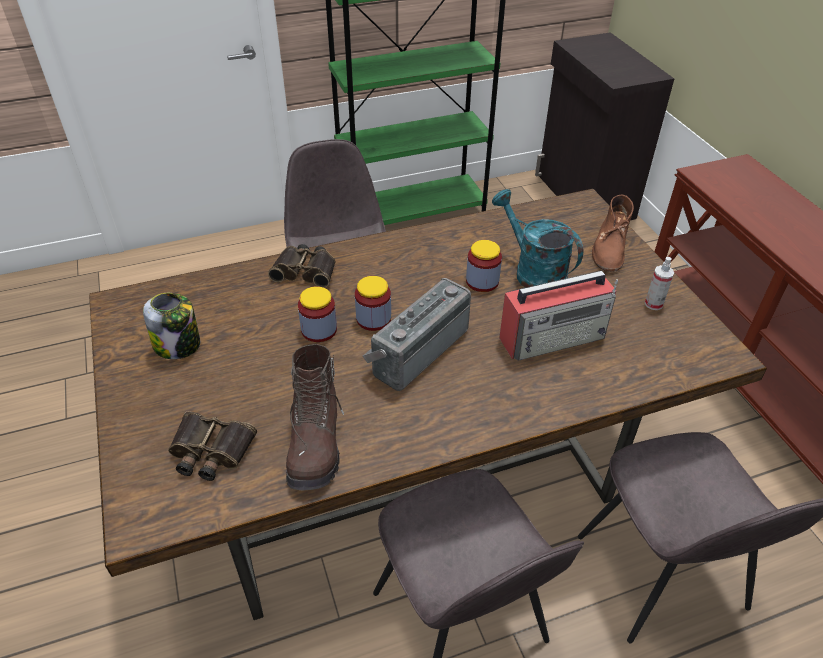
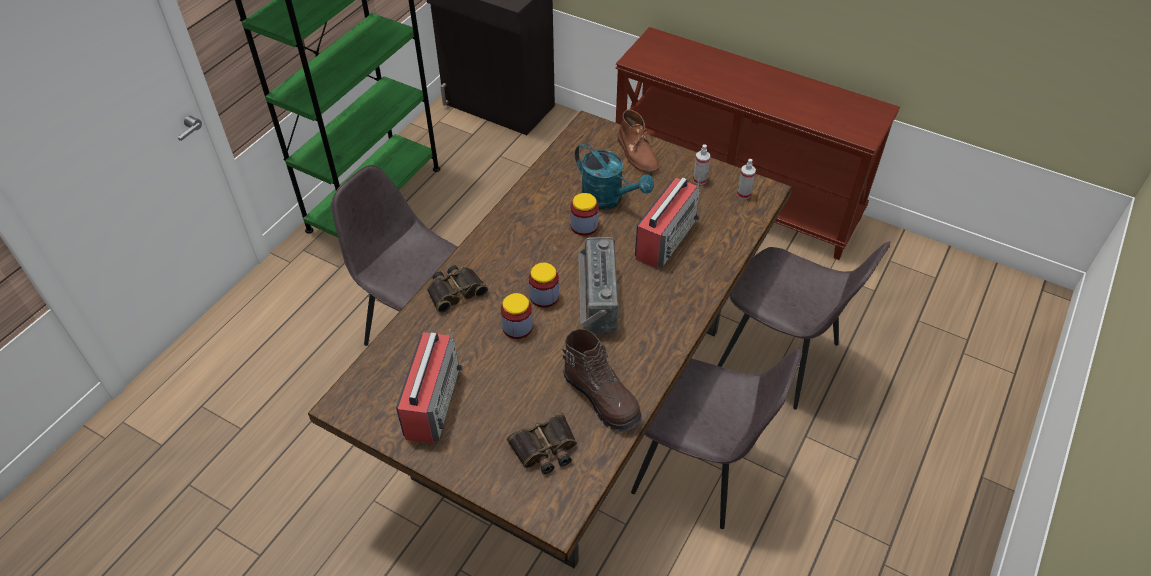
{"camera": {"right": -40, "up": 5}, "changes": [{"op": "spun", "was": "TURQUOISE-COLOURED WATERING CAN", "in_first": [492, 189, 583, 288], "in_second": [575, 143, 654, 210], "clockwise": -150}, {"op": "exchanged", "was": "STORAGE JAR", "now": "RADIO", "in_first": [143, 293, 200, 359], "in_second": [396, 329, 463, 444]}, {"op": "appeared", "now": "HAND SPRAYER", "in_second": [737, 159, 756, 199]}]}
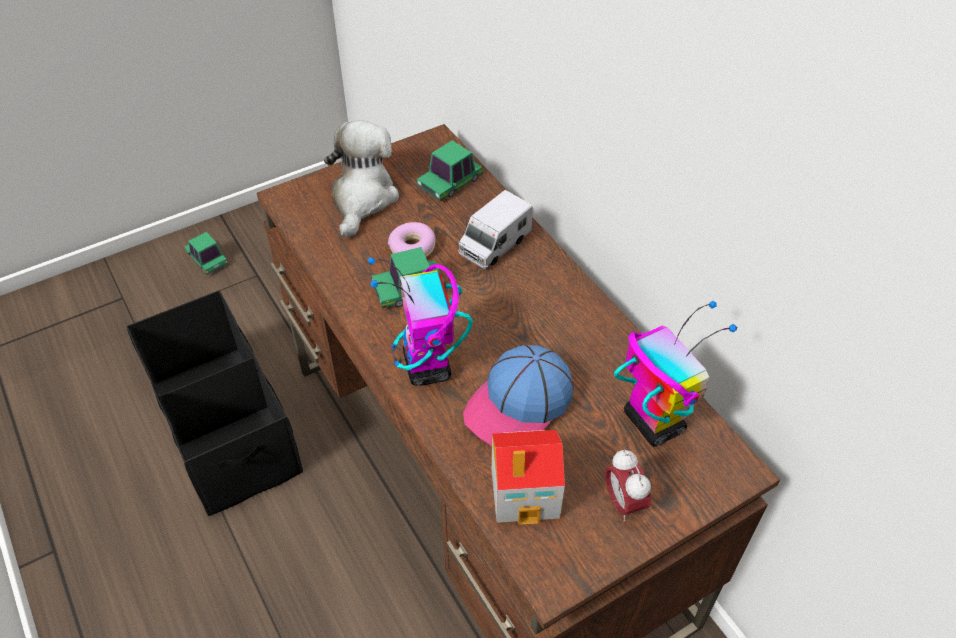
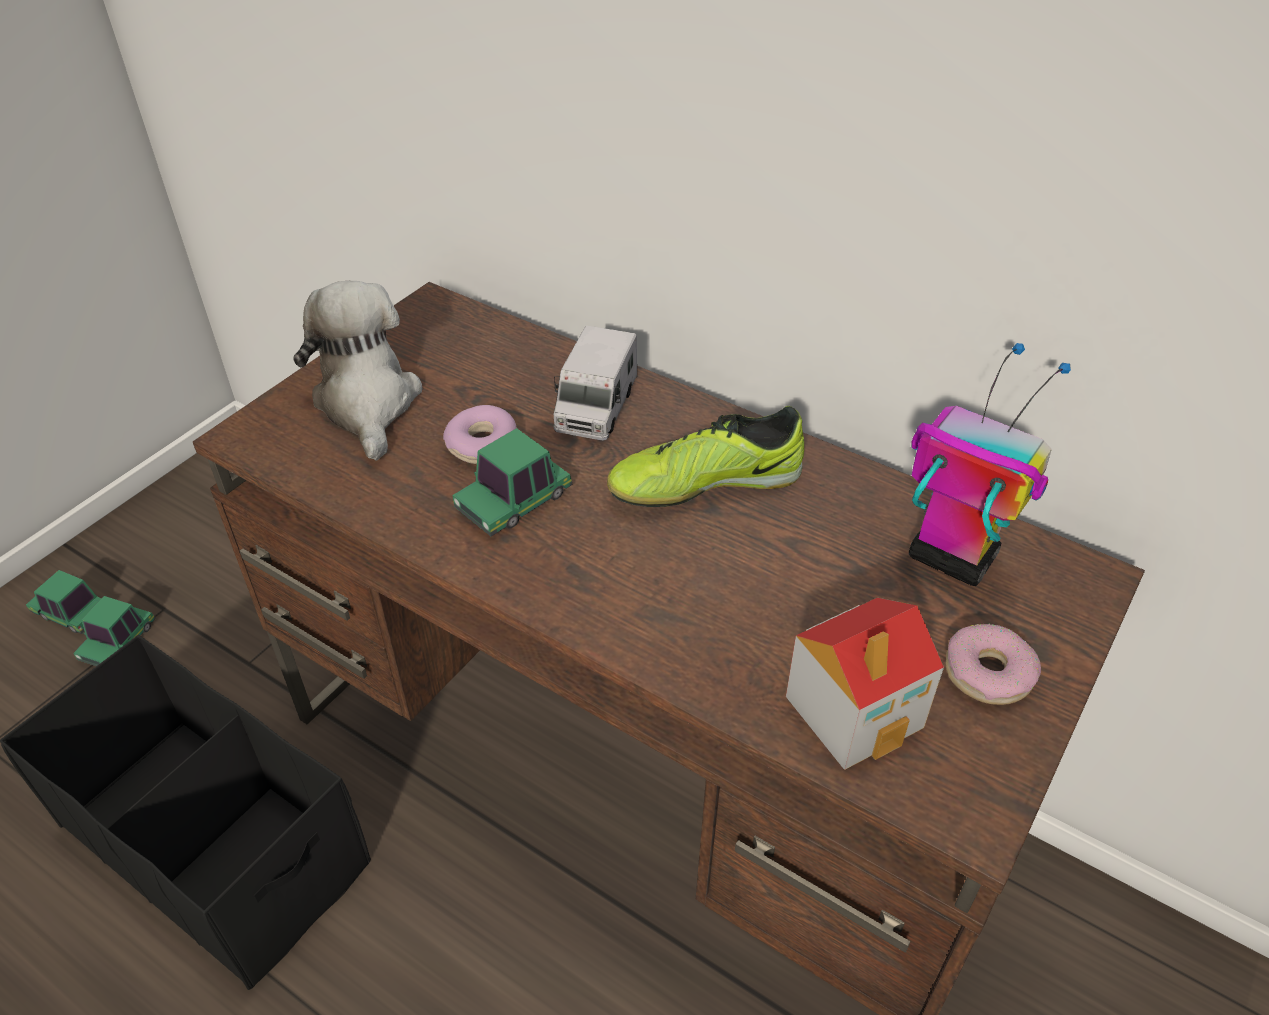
{"camera": {"right": -25, "up": -5}, "changes": [{"op": "relocated", "was": "MODEL CAR", "in_first": [417, 140, 483, 201], "in_second": [73, 596, 156, 666]}, {"op": "missing", "was": "TOY ROBOT", "in_first": [368, 257, 473, 386]}, {"op": "missing", "was": "BASEBALL CAP", "in_first": [463, 345, 574, 446]}, {"op": "exchanged", "was": "TABLE CLOCK", "now": "DOUGHNUT", "in_first": [605, 449, 651, 521], "in_second": [946, 624, 1041, 705]}, {"op": "appeared", "now": "LOW SHOE", "in_second": [607, 406, 804, 507]}]}
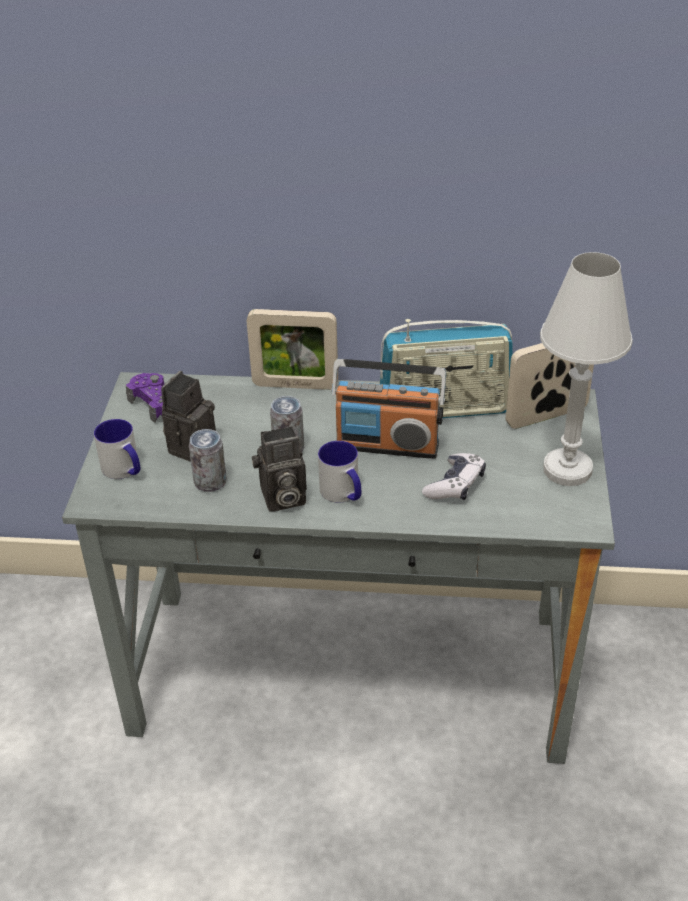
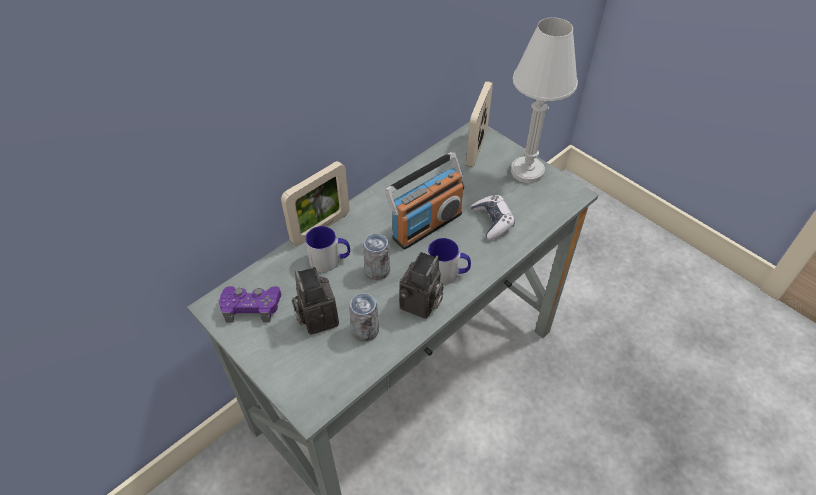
{"camera": {"right": -50, "up": 10}, "changes": [{"op": "missing", "was": "RADIO", "in_first": [379, 319, 513, 418]}, {"op": "relocated", "was": "MUG", "in_first": [94, 419, 140, 479], "in_second": [305, 226, 350, 272]}]}
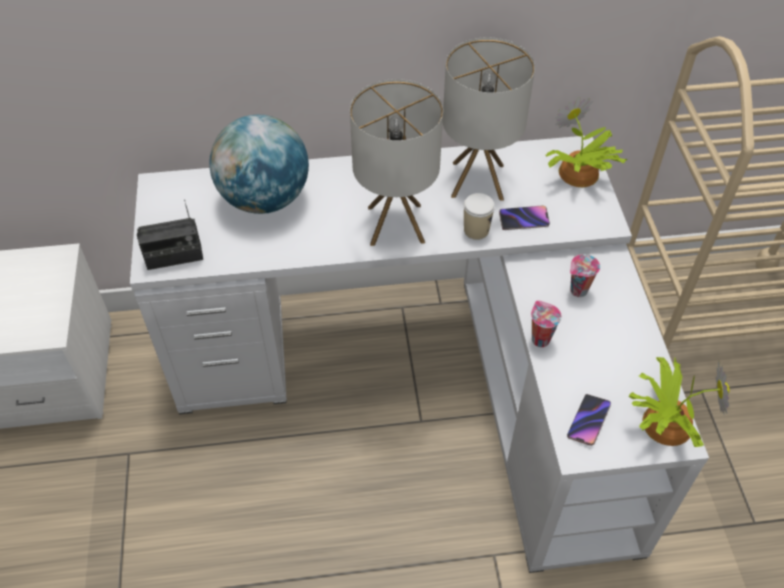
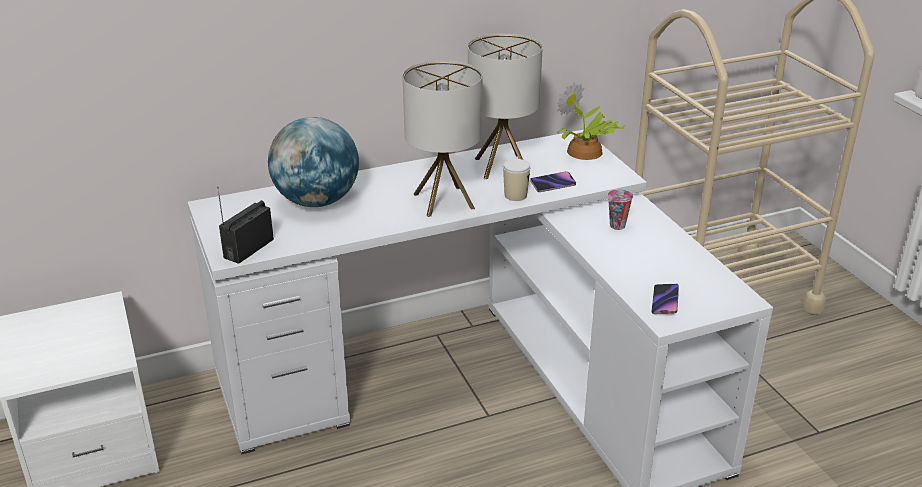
{"camera": {"right": -15, "up": -20}, "changes": [{"op": "spun", "was": "RADIO", "in_first": [137, 199, 203, 270], "in_second": [217, 187, 274, 264], "clockwise": 150}, {"op": "missing", "was": "DRINKING CUP", "in_first": [531, 300, 562, 347]}, {"op": "missing", "was": "POTTED PLANT", "in_first": [629, 357, 730, 447]}]}
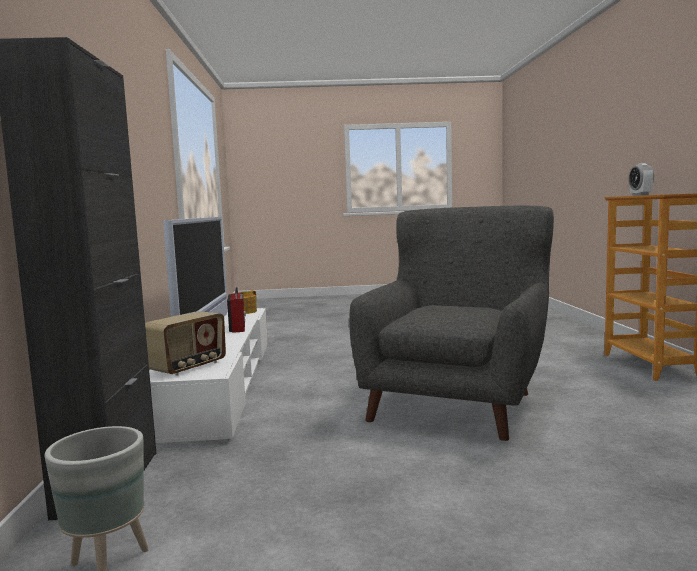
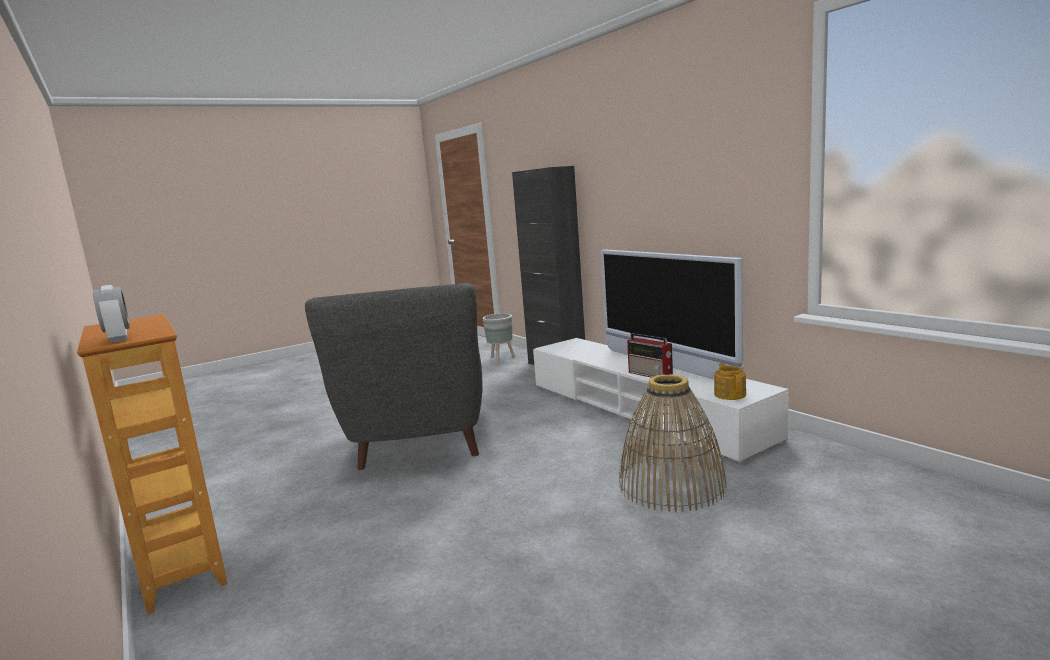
{"camera": {"right": 150, "up": 5}, "changes": [{"op": "missing", "was": "RADIO", "in_first": [145, 311, 226, 376]}, {"op": "appeared", "now": "HOUSEHOLD BASKET", "in_second": [619, 374, 726, 512]}]}
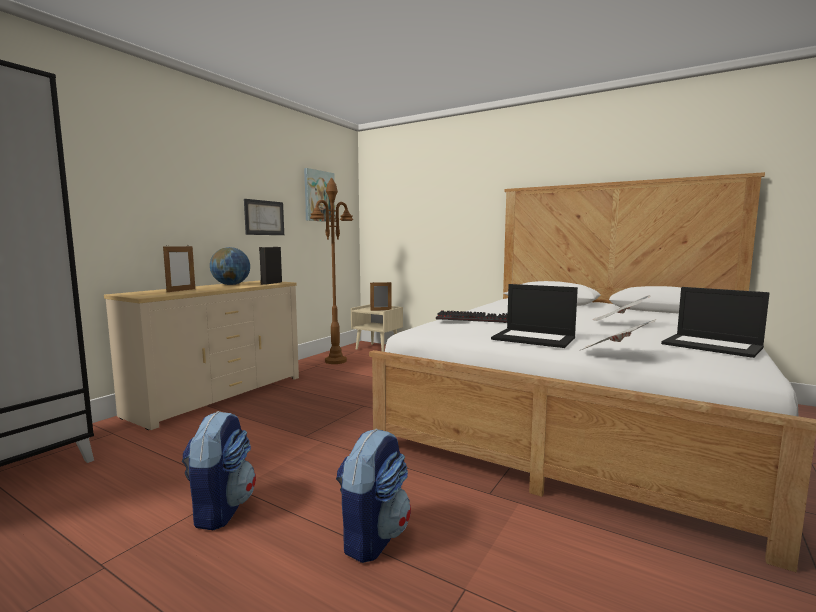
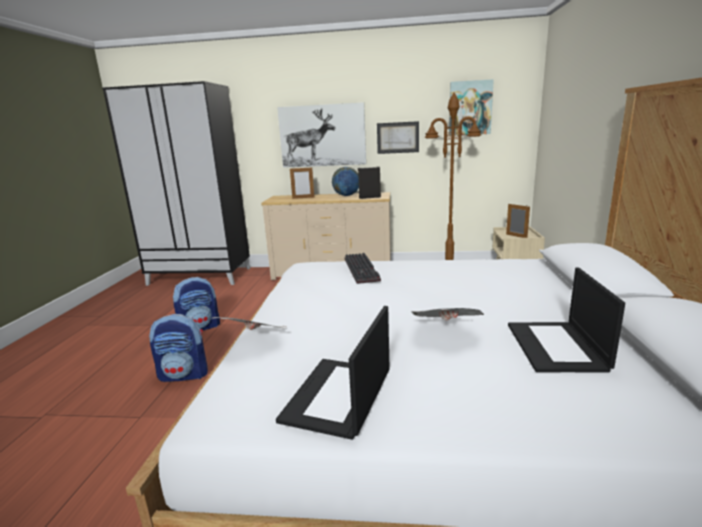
{"camera": {"right": 65, "up": 10}, "changes": [{"op": "relocated", "was": "NOTEBOOK COMPUTER", "in_first": [491, 284, 578, 348], "in_second": [508, 267, 625, 373]}, {"op": "appeared", "now": "WALL PICTURE", "in_second": [277, 102, 366, 168]}]}
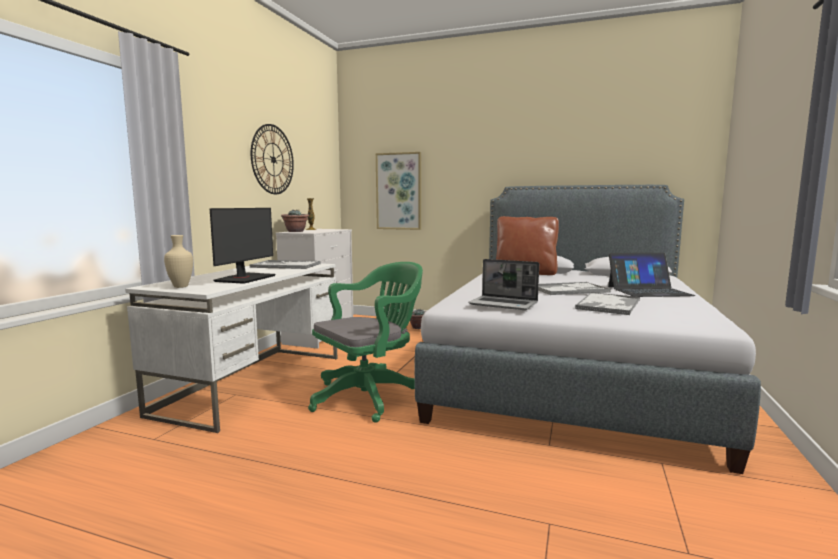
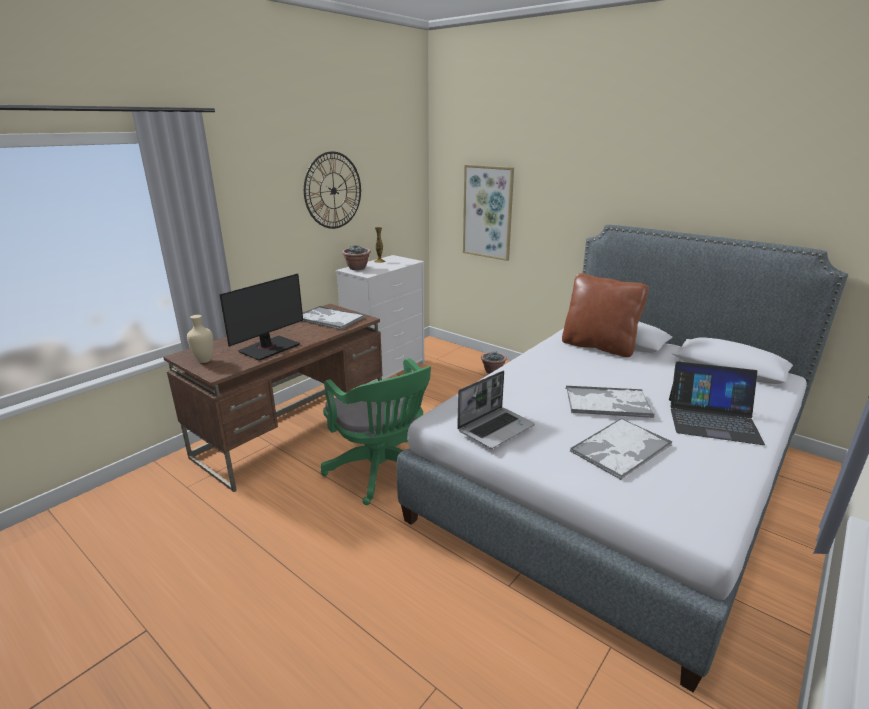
{"camera": {"right": 20, "up": 15}, "changes": [{"op": "spun", "was": "NOTEBOOK COMPUTER", "in_first": [468, 259, 539, 310], "in_second": [457, 371, 535, 449], "clockwise": -90}, {"op": "spun", "was": "GREEN OFFICE CHAIR", "in_first": [308, 262, 423, 423], "in_second": [321, 358, 431, 505], "clockwise": 75}, {"op": "colour", "was": "WHITE DESK UNIT", "now": "BROWN DESK UNIT", "in_first": [125, 263, 337, 433], "in_second": [163, 304, 383, 492]}]}
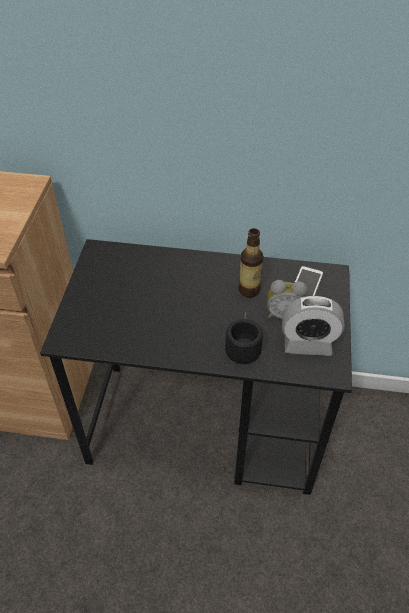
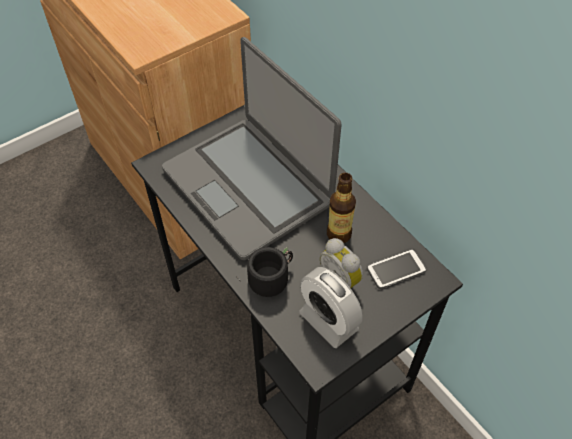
{"camera": {"right": 45, "up": 5}, "changes": [{"op": "appeared", "now": "NOTEBOOK COMPUTER", "in_second": [162, 37, 342, 260]}]}
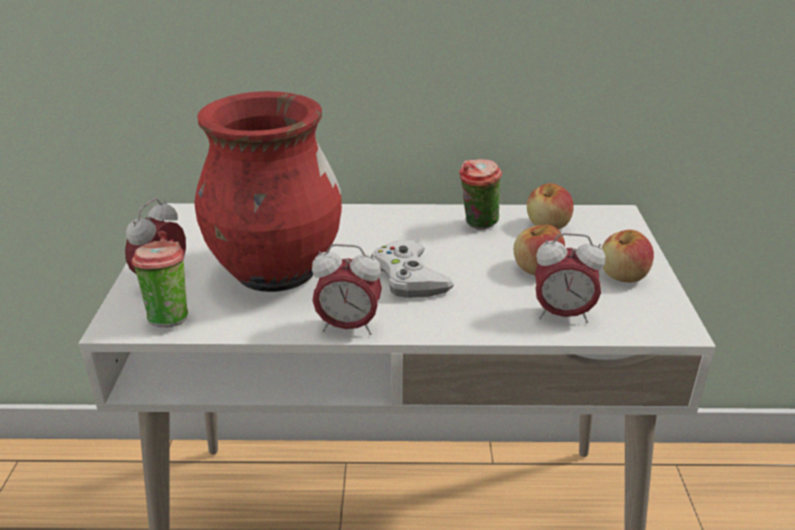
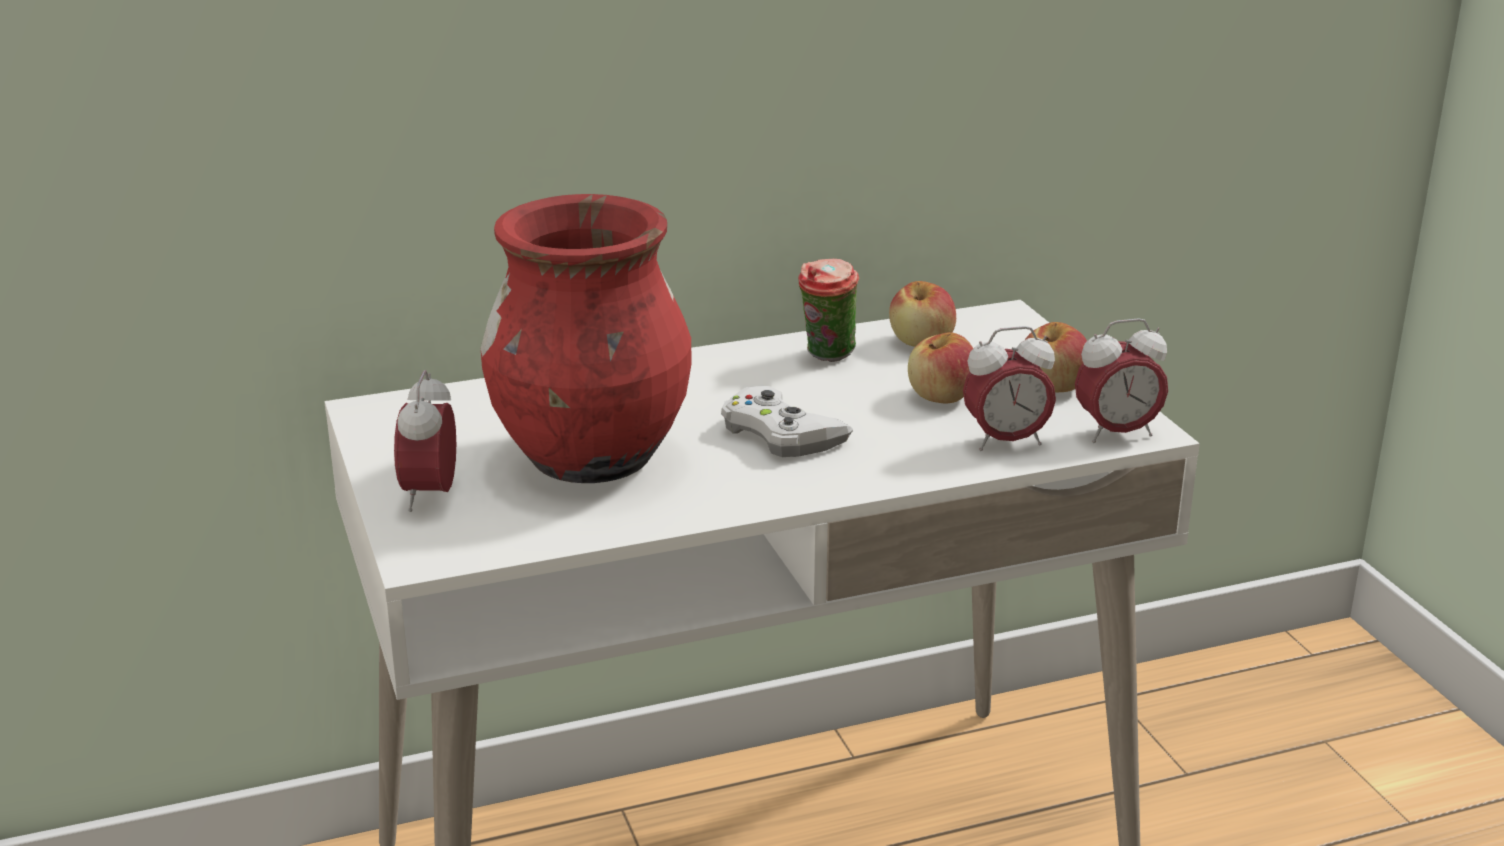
{"camera": {"right": -20, "up": -5}, "changes": [{"op": "missing", "was": "DRINKING CUP", "in_first": [131, 231, 188, 328]}, {"op": "relocated", "was": "TABLE CLOCK", "in_first": [312, 244, 382, 335], "in_second": [1075, 318, 1168, 443]}]}
